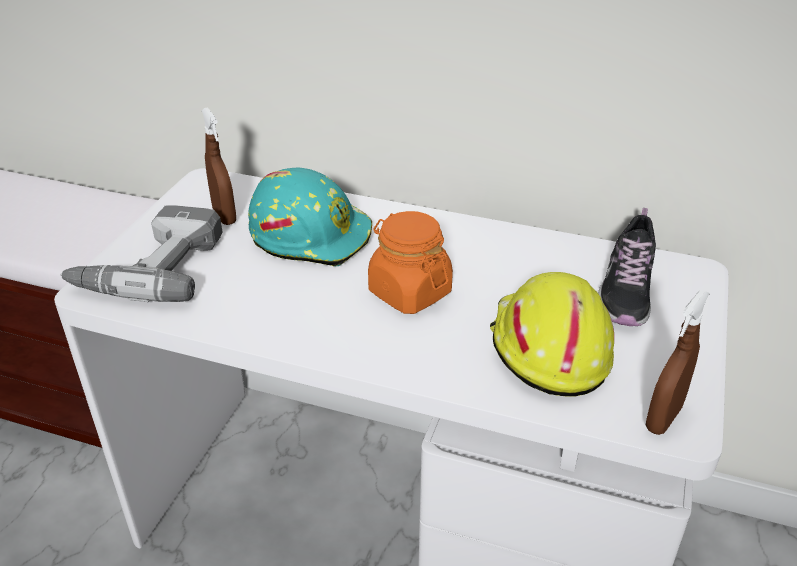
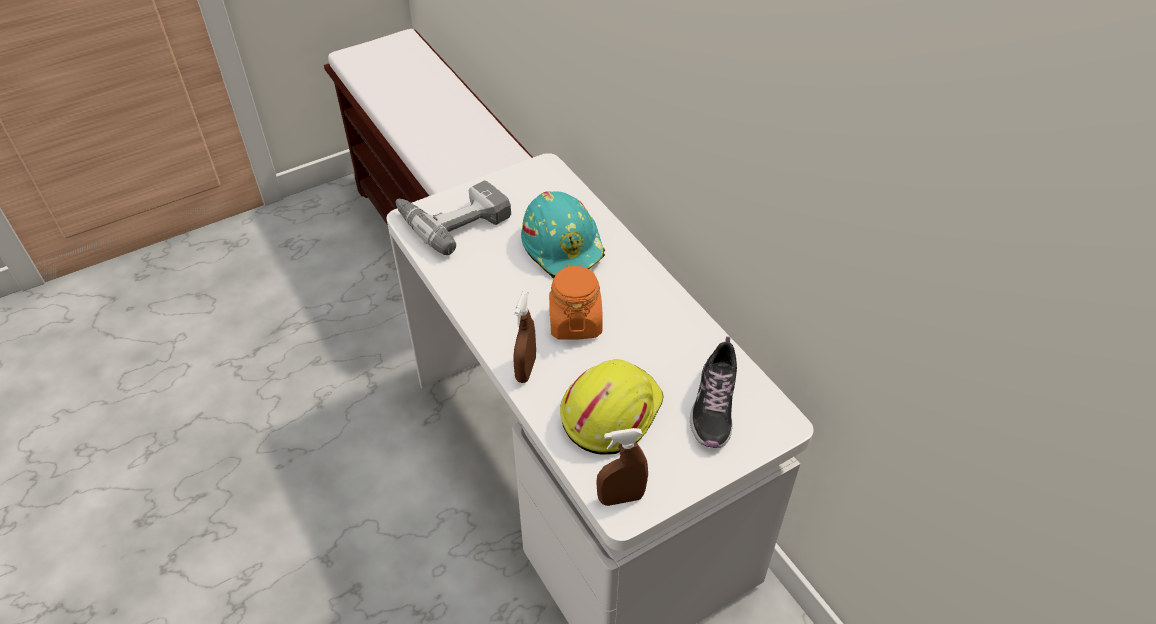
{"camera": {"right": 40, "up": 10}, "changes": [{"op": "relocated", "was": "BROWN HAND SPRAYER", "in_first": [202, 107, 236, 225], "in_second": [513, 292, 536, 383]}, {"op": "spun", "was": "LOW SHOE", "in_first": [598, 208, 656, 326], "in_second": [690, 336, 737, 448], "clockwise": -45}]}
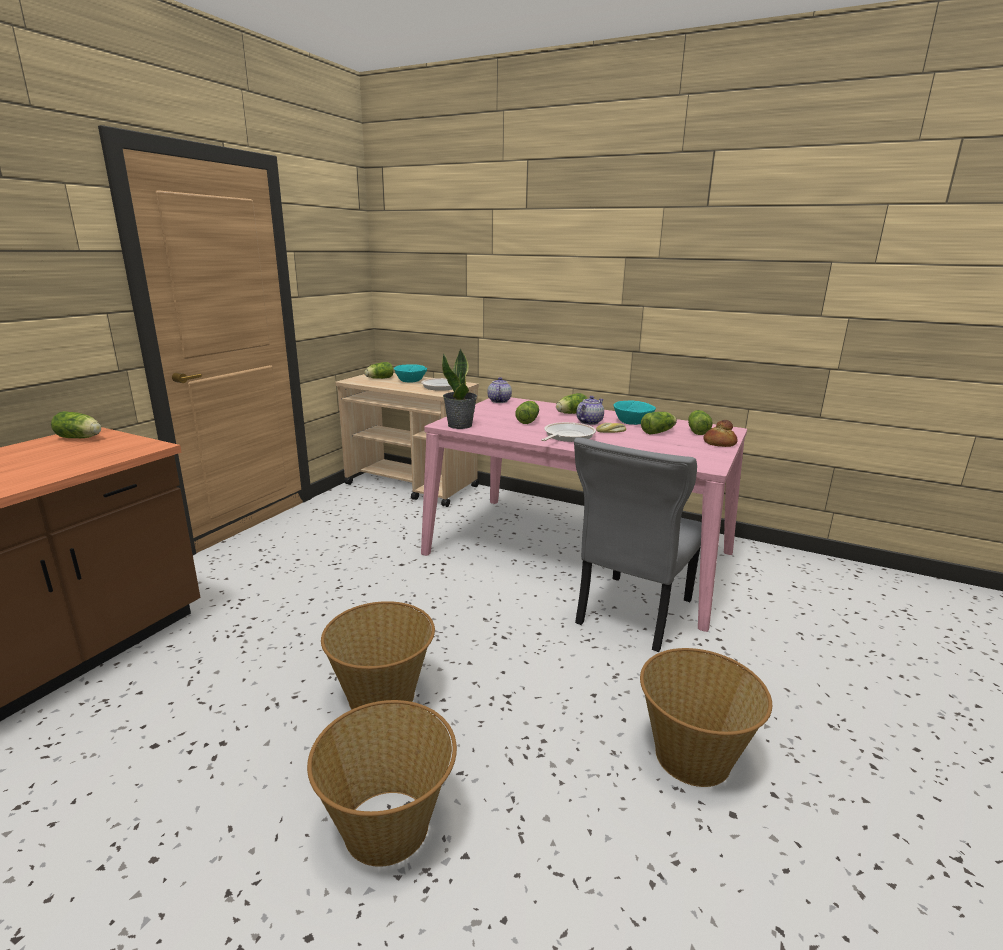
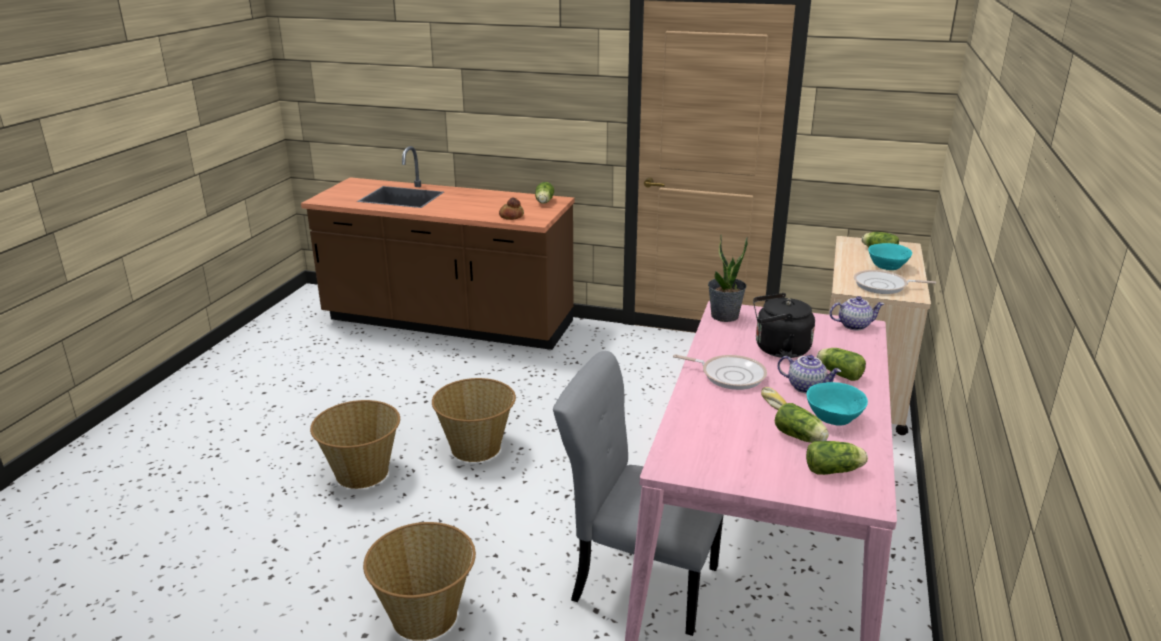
{"camera": {"right": 80, "up": 5}, "changes": [{"op": "exchanged", "was": "LETTUCE HEAD", "now": "BLACK-COLOURED KETTLE", "in_first": [515, 401, 539, 424], "in_second": [753, 293, 815, 358]}, {"op": "relocated", "was": "BAKERY BREAD", "in_first": [703, 420, 738, 447], "in_second": [499, 197, 524, 220]}]}
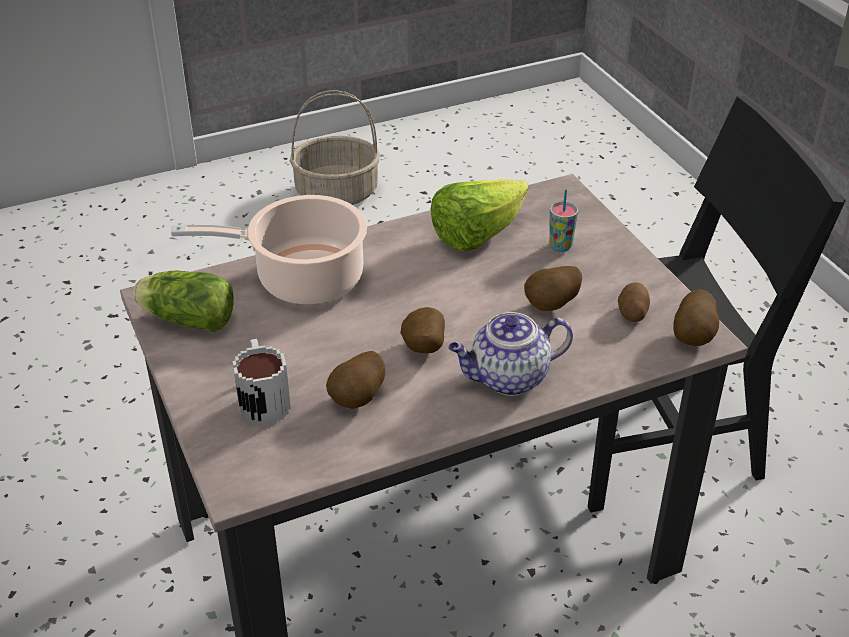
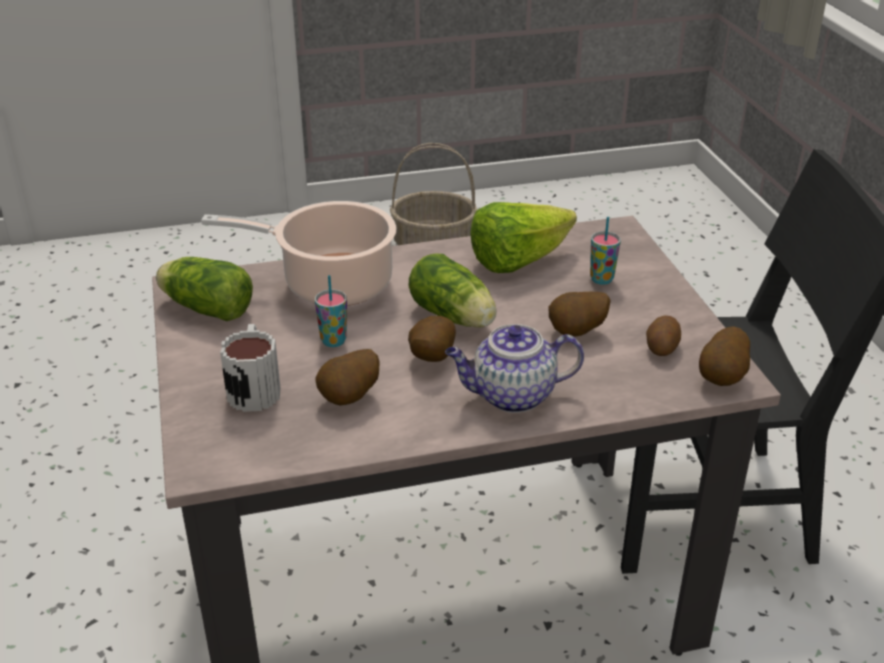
{"camera": {"right": 10, "up": -5}, "changes": [{"op": "appeared", "now": "LETTUCE HEAD", "in_second": [409, 253, 497, 328]}, {"op": "appeared", "now": "DRINKING CUP", "in_second": [315, 275, 347, 347]}]}
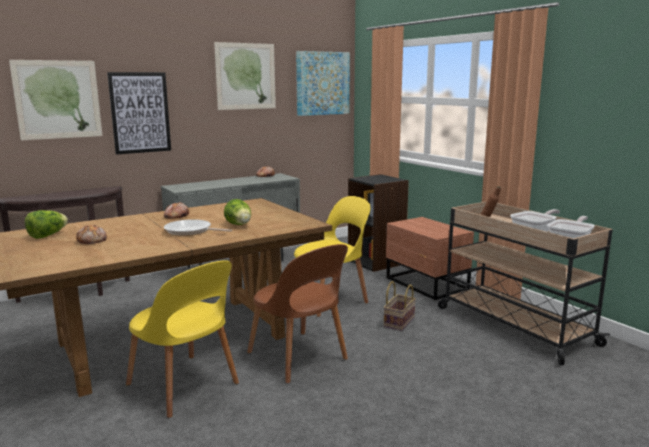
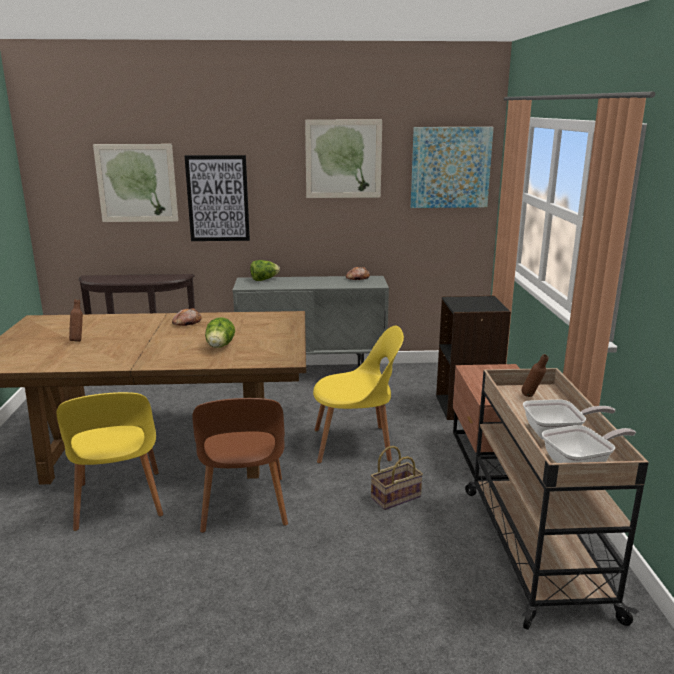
{"camera": {"right": 30, "up": 5}, "changes": [{"op": "relocated", "was": "LETTUCE HEAD", "in_first": [25, 210, 68, 239], "in_second": [250, 260, 280, 281]}, {"op": "missing", "was": "SKILLET", "in_first": [164, 219, 232, 236]}, {"op": "exchanged", "was": "BAKERY BREAD", "now": "BROWN DRINK BOTTLE", "in_first": [76, 225, 107, 244], "in_second": [69, 299, 83, 342]}]}
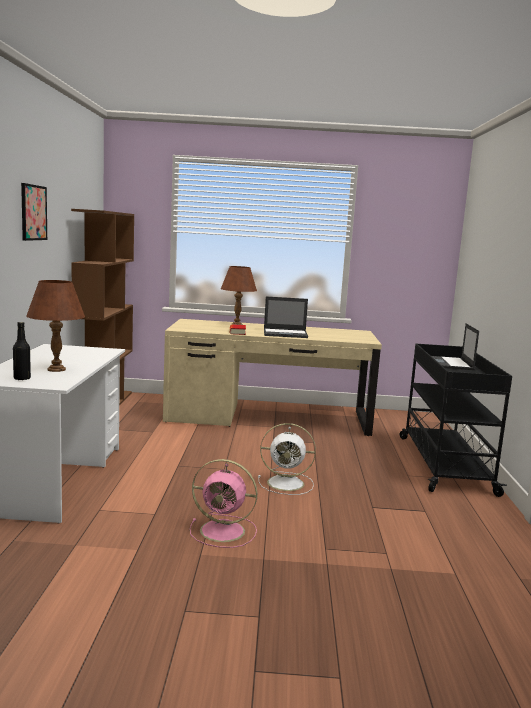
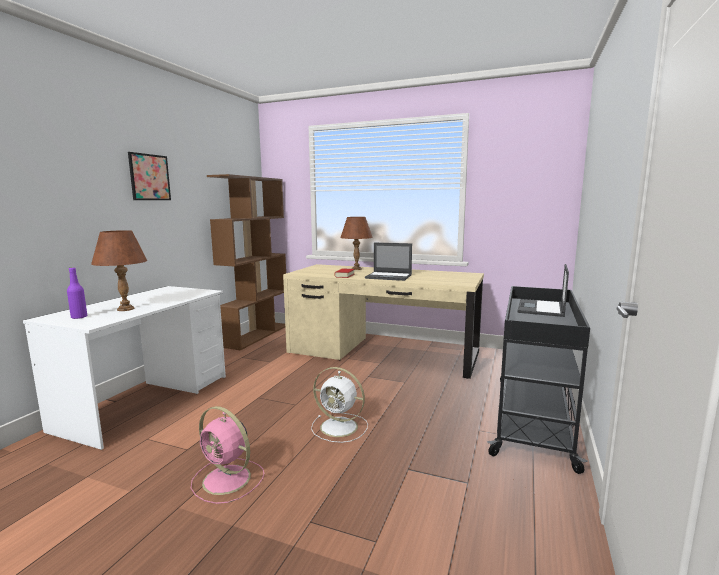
{"camera": {"right": 20, "up": 0}, "changes": [{"op": "colour", "was": "BLACK-COLOURED DRINK BOTTLE", "now": "PURPLISH DRINK BOTTLE", "in_first": [13, 322, 31, 380], "in_second": [67, 267, 87, 319]}]}
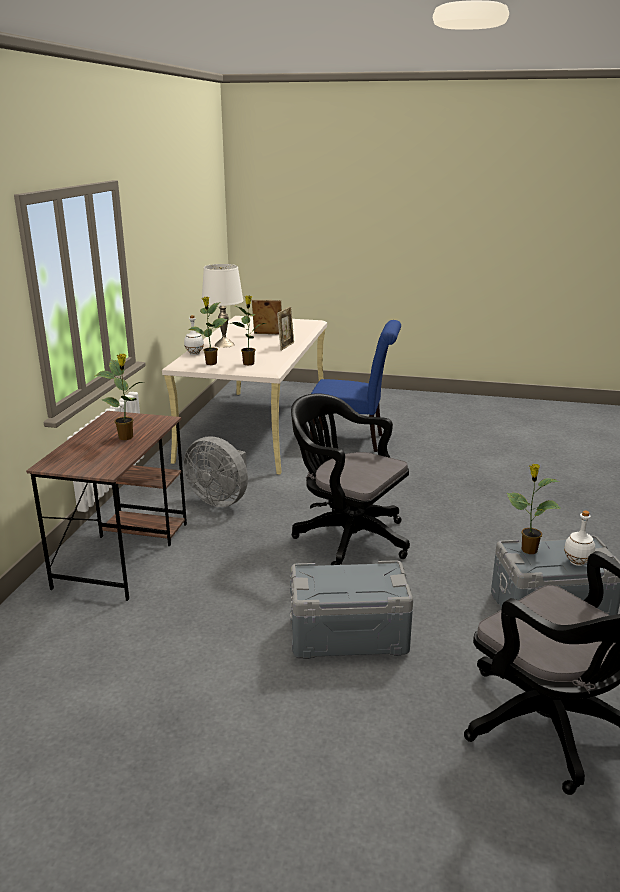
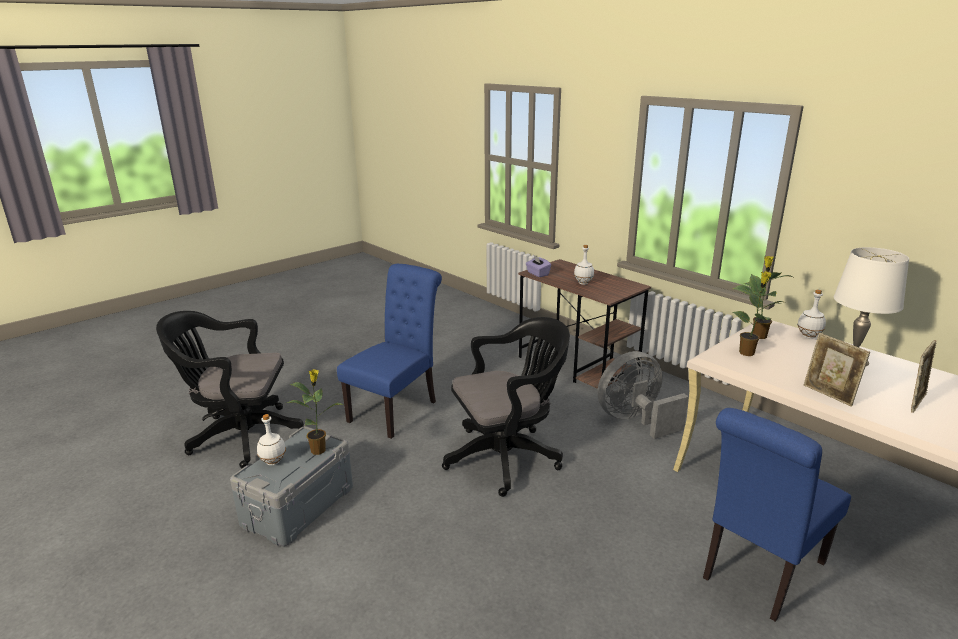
{"camera": {"right": 125, "up": 0}, "changes": [{"op": "exchanged", "was": "POTTED PLANT", "now": "WHITE DRINK BOTTLE", "in_first": [95, 354, 143, 440], "in_second": [574, 245, 594, 285]}, {"op": "exchanged", "was": "GREYISH STORAGE BOX", "now": "BLUISH CHAIR", "in_first": [290, 560, 413, 659], "in_second": [337, 264, 442, 439]}, {"op": "appeared", "now": "PURPLISH TISSUE HOLDER", "in_second": [526, 256, 551, 277]}]}
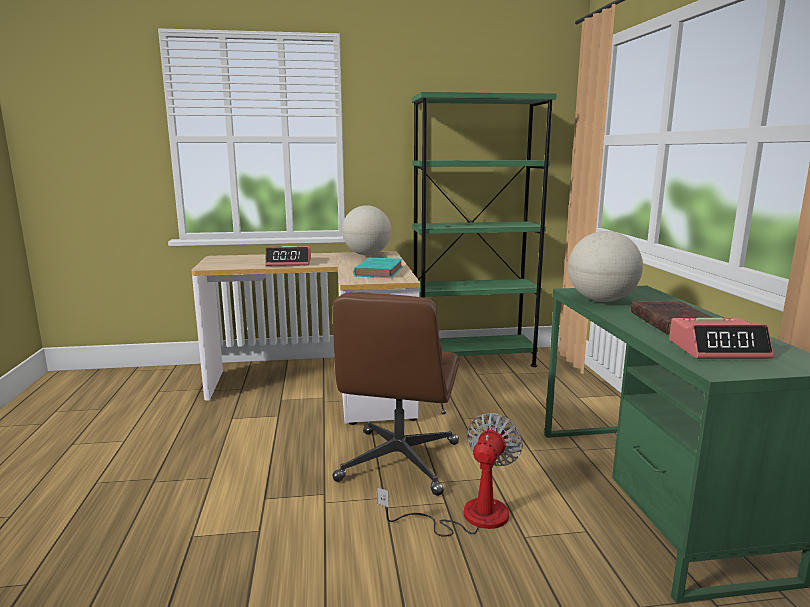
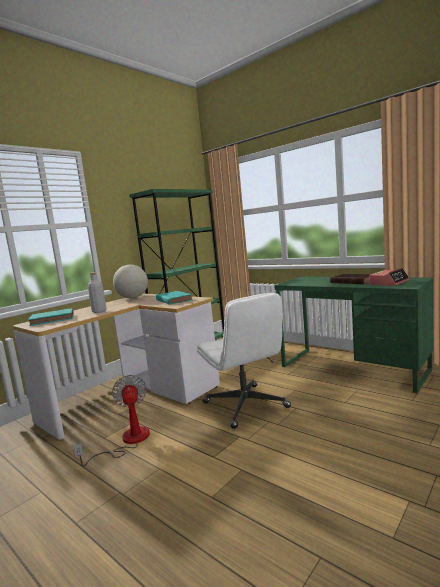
{"camera": {"right": -40, "up": -5}, "changes": [{"op": "missing", "was": "WORLD GLOBE", "in_first": [568, 231, 643, 302]}, {"op": "exchanged", "was": "TABLE CLOCK", "now": "GREYISH DRINK BOTTLE", "in_first": [265, 246, 311, 266], "in_second": [88, 272, 107, 313]}, {"op": "colour", "was": "BROWN OFFICE CHAIR", "now": "WHITE OFFICE CHAIR", "in_first": [332, 293, 459, 496], "in_second": [197, 293, 291, 429]}, {"op": "relocated", "was": "COOLING FAN", "in_first": [377, 413, 523, 537], "in_second": [73, 375, 150, 467]}, {"op": "appeared", "now": "TURQUOISE-COLOURED BOOK", "in_second": [28, 308, 74, 326]}]}
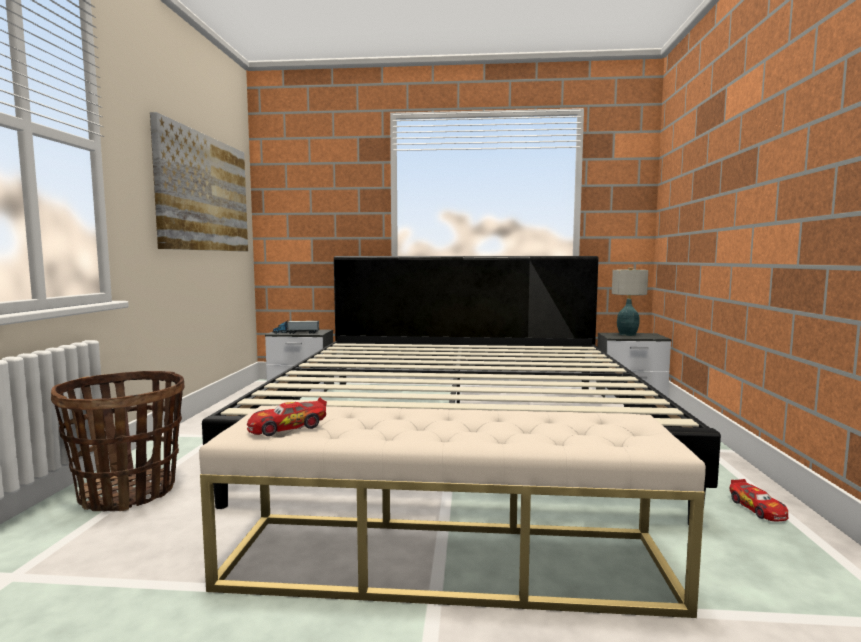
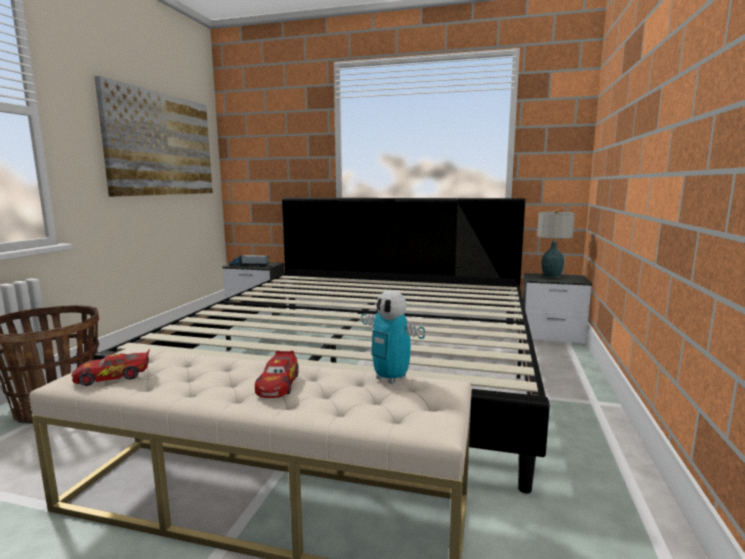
{"camera": {"right": 10, "up": 5}, "changes": [{"op": "relocated", "was": "MODEL CAR", "in_first": [730, 479, 788, 522], "in_second": [255, 351, 299, 398]}, {"op": "appeared", "now": "TOY ROBOT", "in_second": [361, 290, 425, 384]}]}
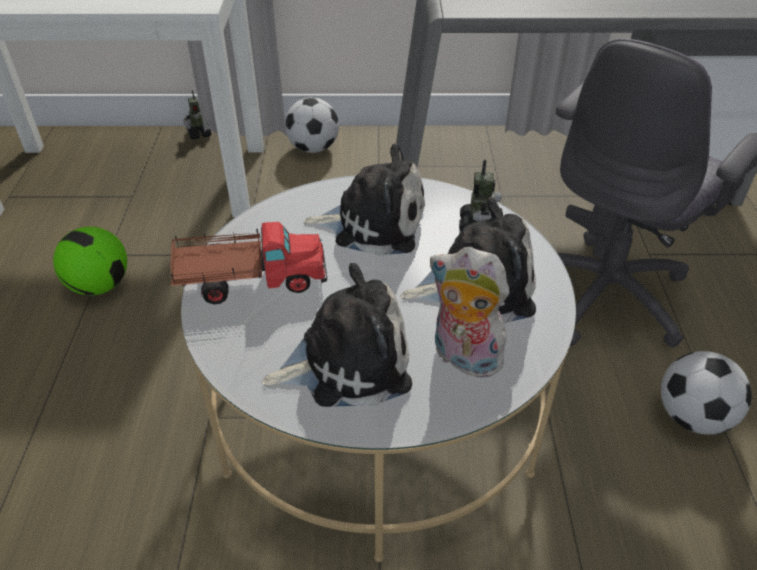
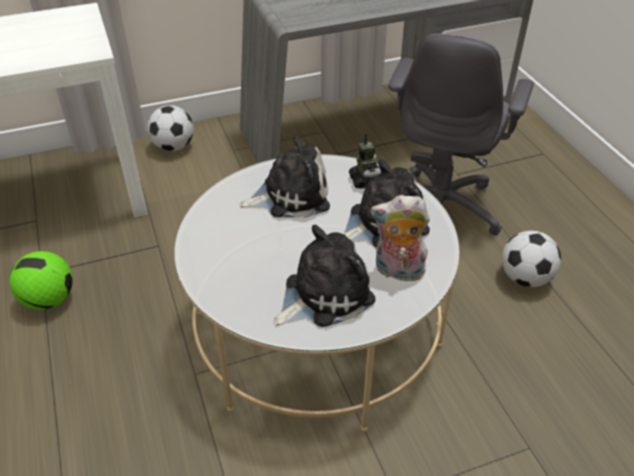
{"camera": {"right": -20, "up": 0}, "changes": [{"op": "missing", "was": "TOY ROBOT", "in_first": [183, 90, 211, 139]}, {"op": "missing", "was": "TOY LORRY", "in_first": [168, 222, 327, 304]}]}
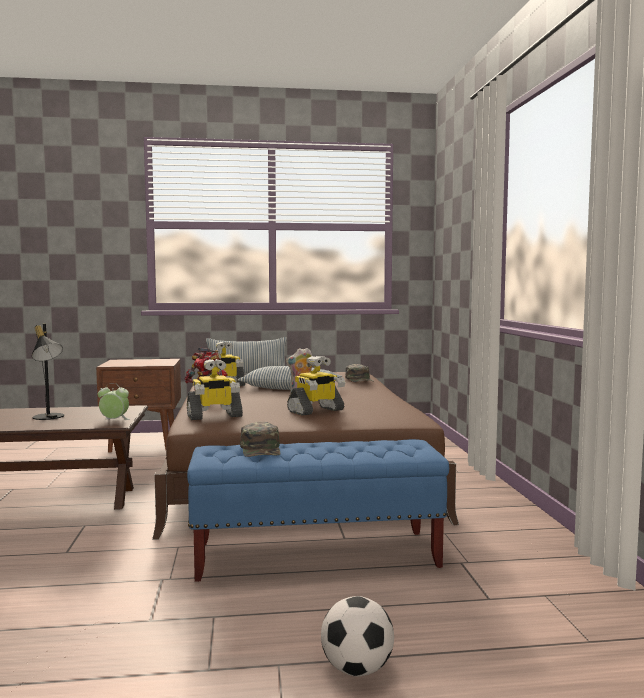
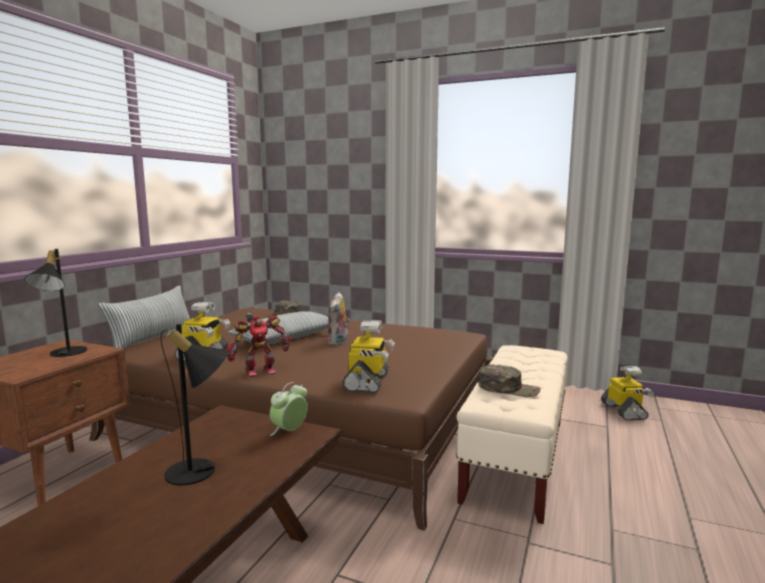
{"camera": {"right": -60, "up": 5}, "changes": [{"op": "relocated", "was": "TOY ROBOT", "in_first": [287, 356, 345, 416], "in_second": [601, 366, 654, 421]}, {"op": "colour", "was": "BLUISH BENCH", "now": "BEIGE BENCH", "in_first": [187, 439, 449, 582], "in_second": [456, 345, 568, 524]}, {"op": "missing", "was": "FOOTBALL BALL", "in_first": [321, 596, 394, 677]}, {"op": "appeared", "now": "BLACK-COLOURED LAMP FOR A TABLE", "in_second": [24, 249, 88, 357]}]}
